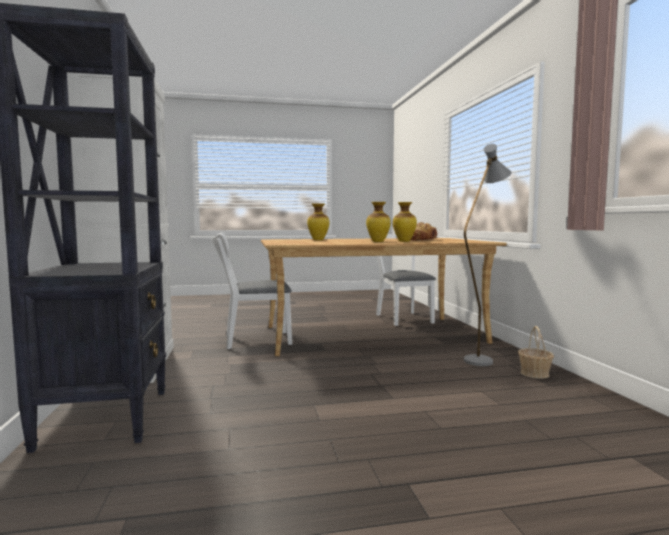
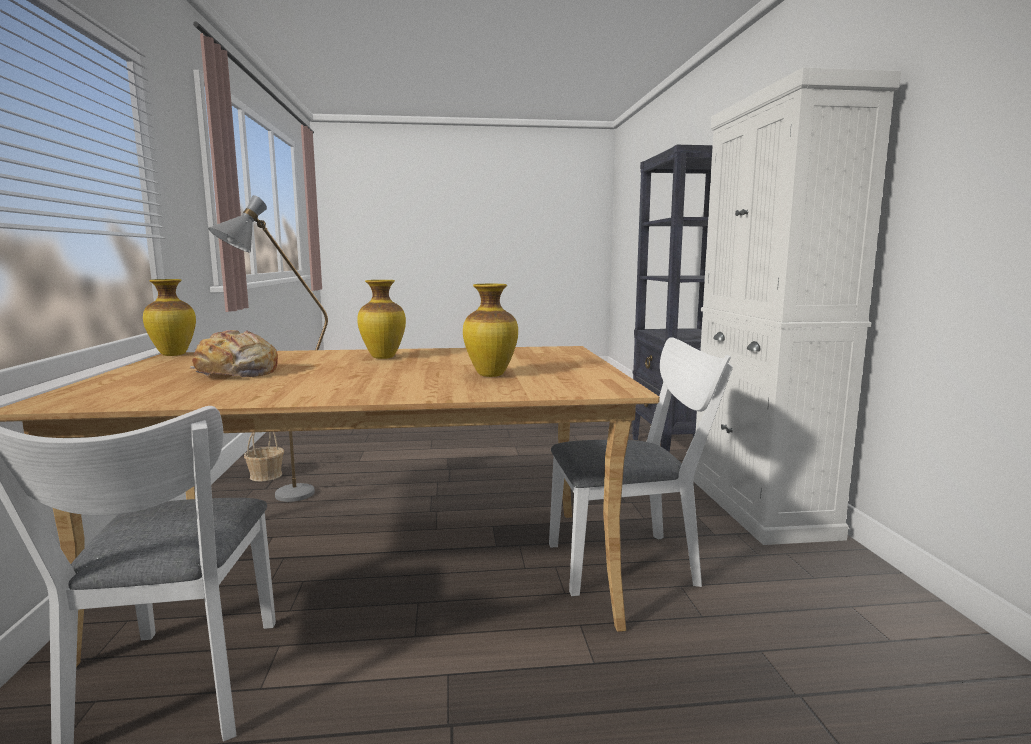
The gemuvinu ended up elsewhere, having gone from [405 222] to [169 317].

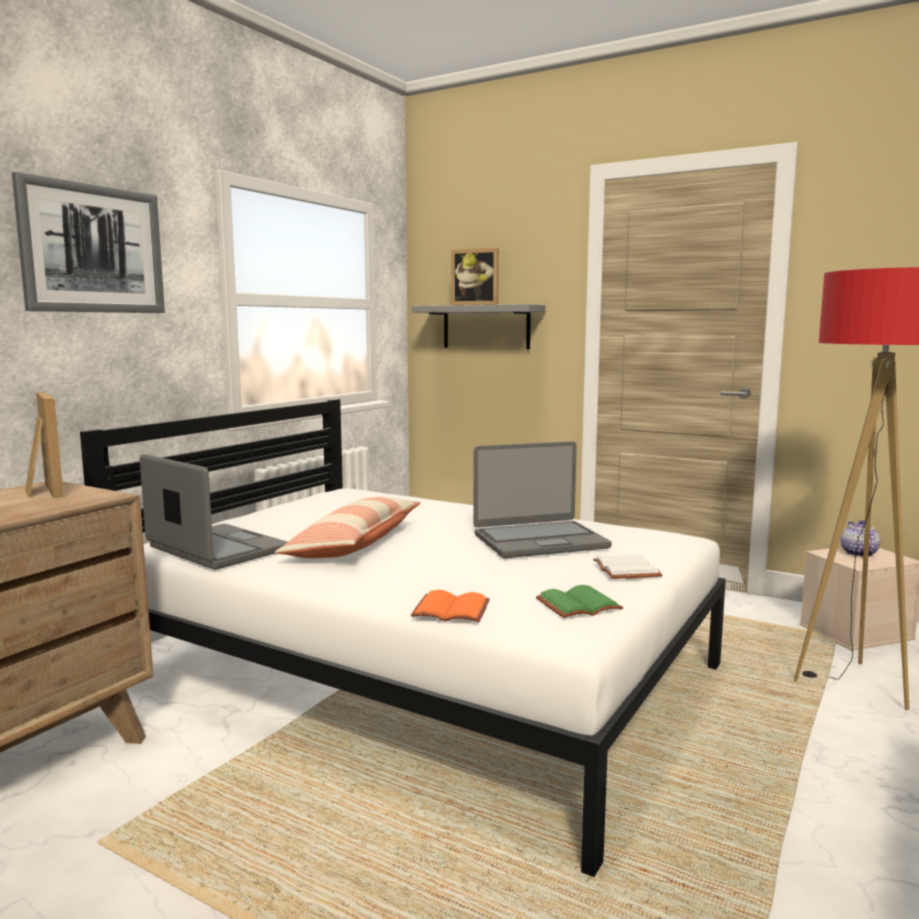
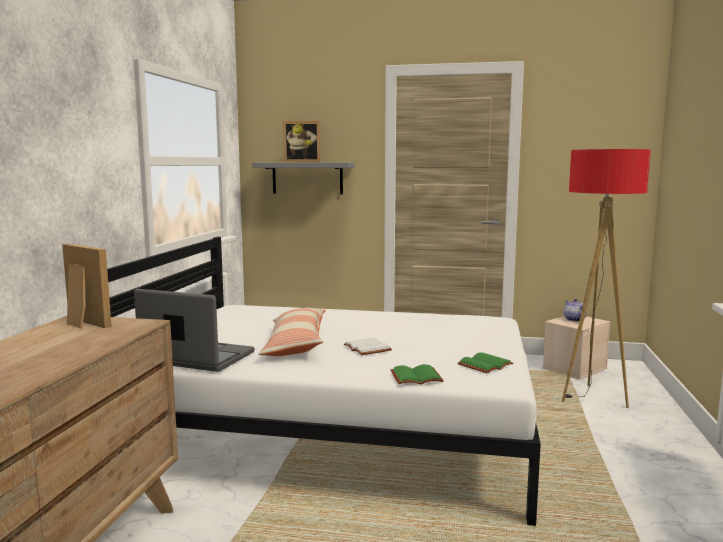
The second view lost the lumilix at [88 242]. The second view lost the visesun at [542 499]. The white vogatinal ended up elsewhere, having gone from [627 567] to [368 346]. What was the orange vogatinal at [450 606] turned into the green vogatinal at [417 374].

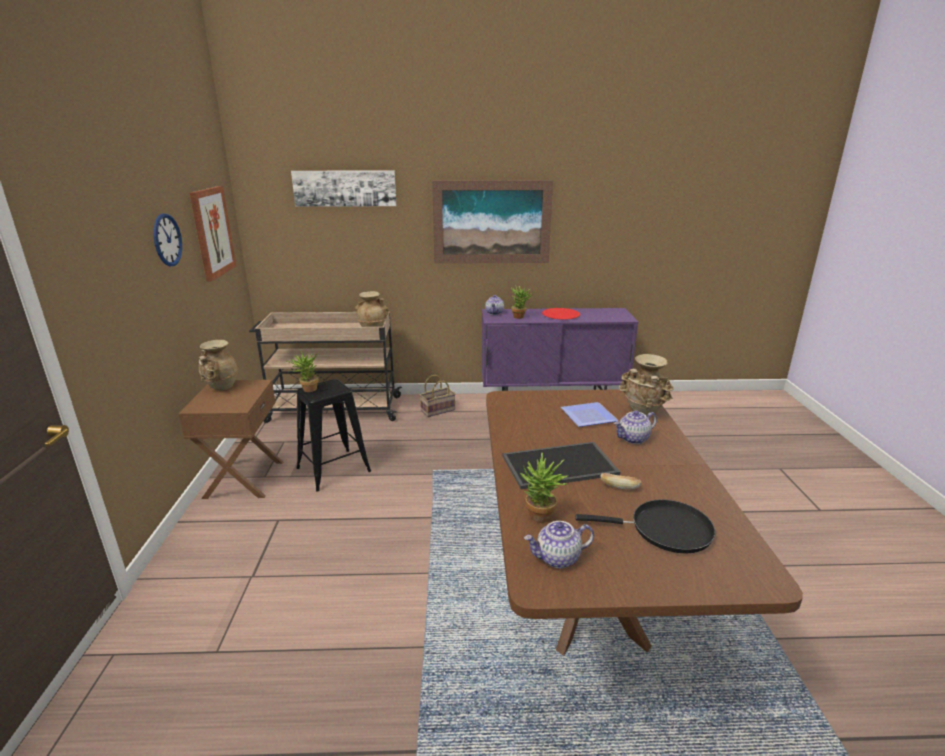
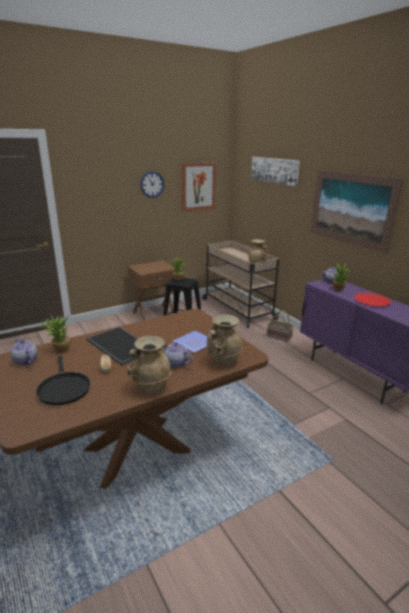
The beige gemuvinu ended up elsewhere, having gone from [218 365] to [149 364].

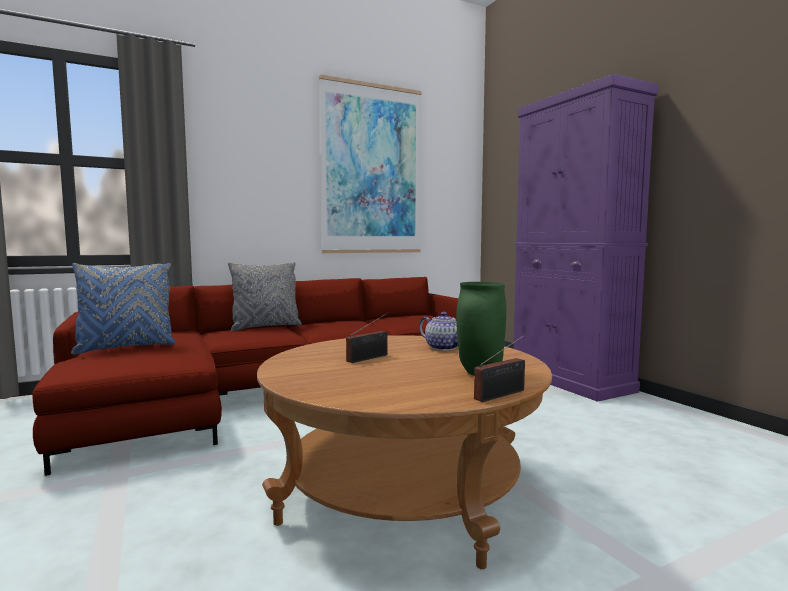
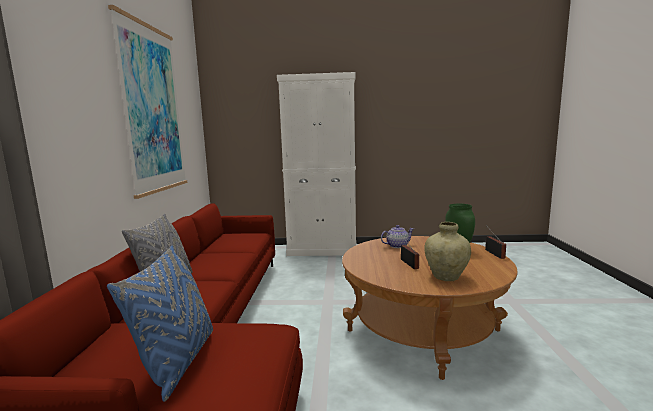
What was the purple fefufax at [585 238] turned into the white fefufax at [317 164]. The second view gained the beige gemuvinu at [447 251].

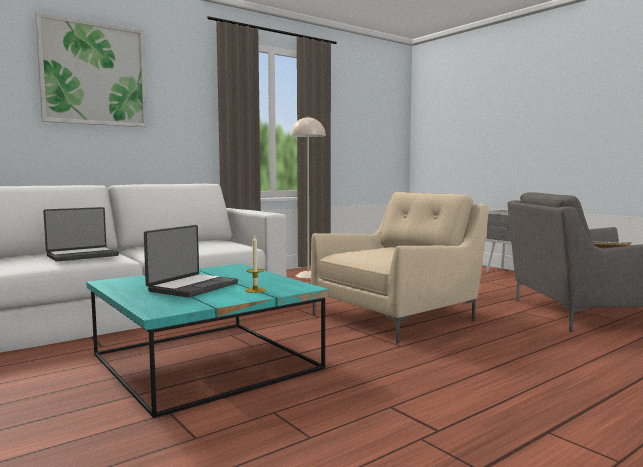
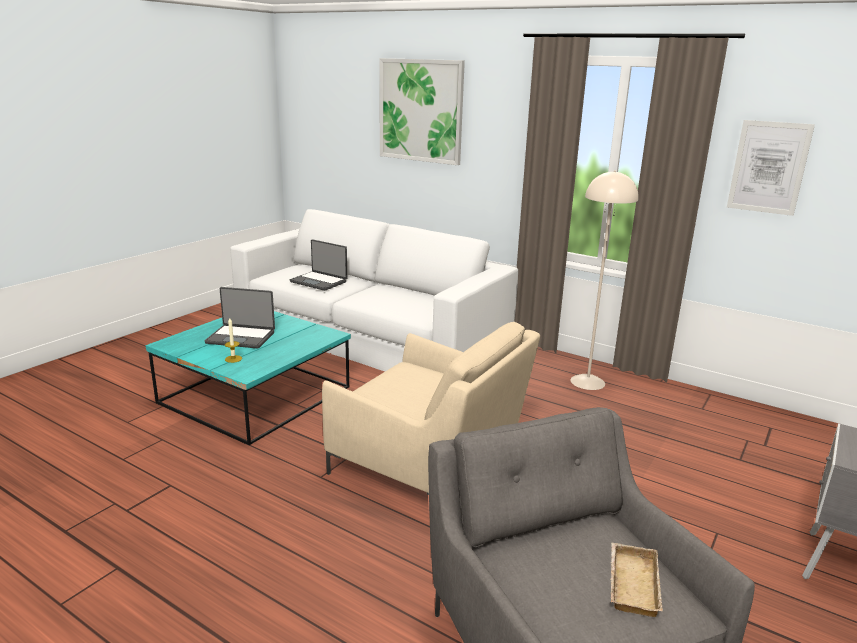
The second view gained the lumilix at [771 168].

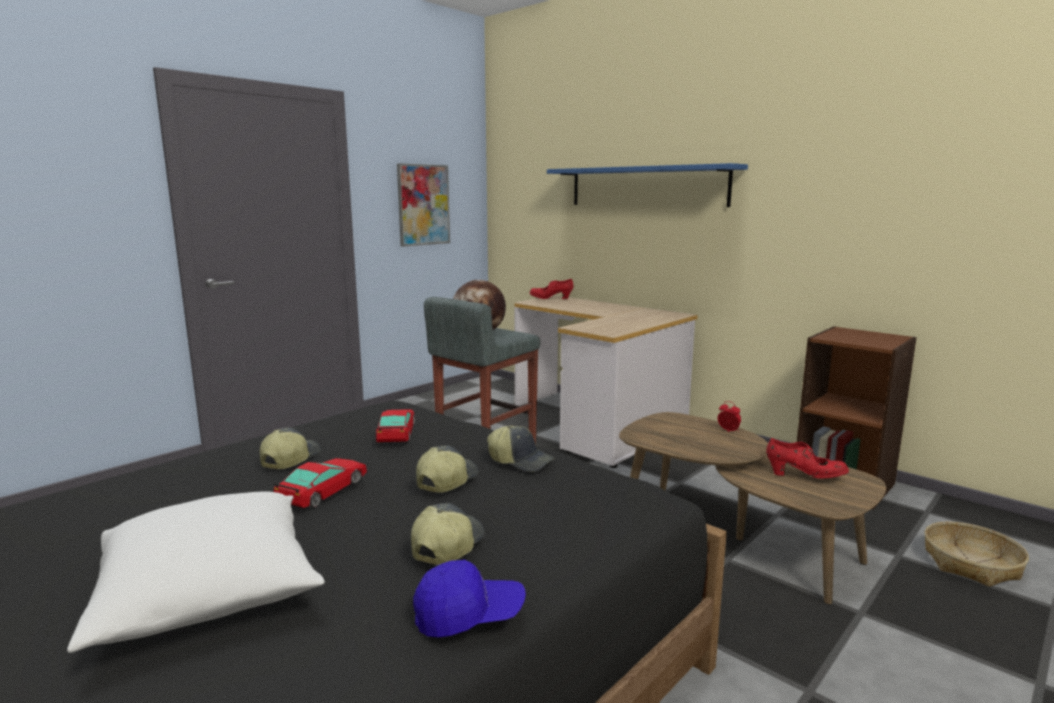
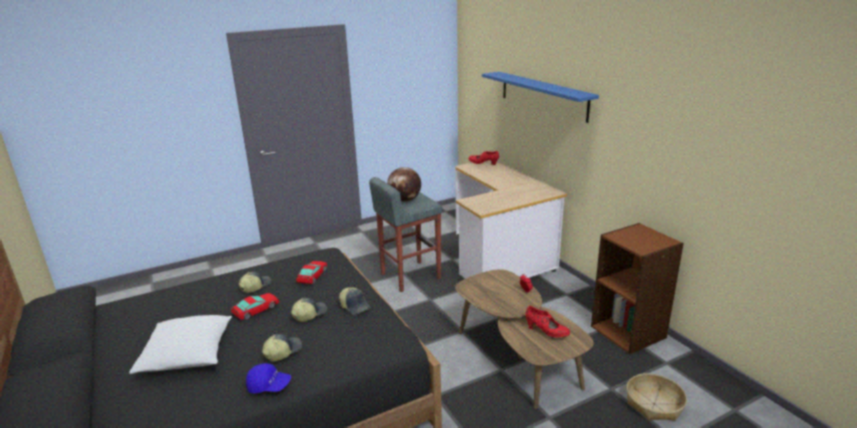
The second view lost the lumilix at [423 205].

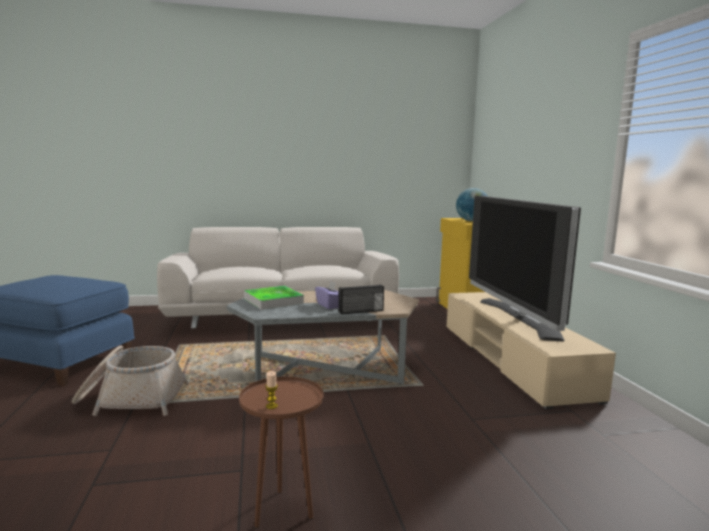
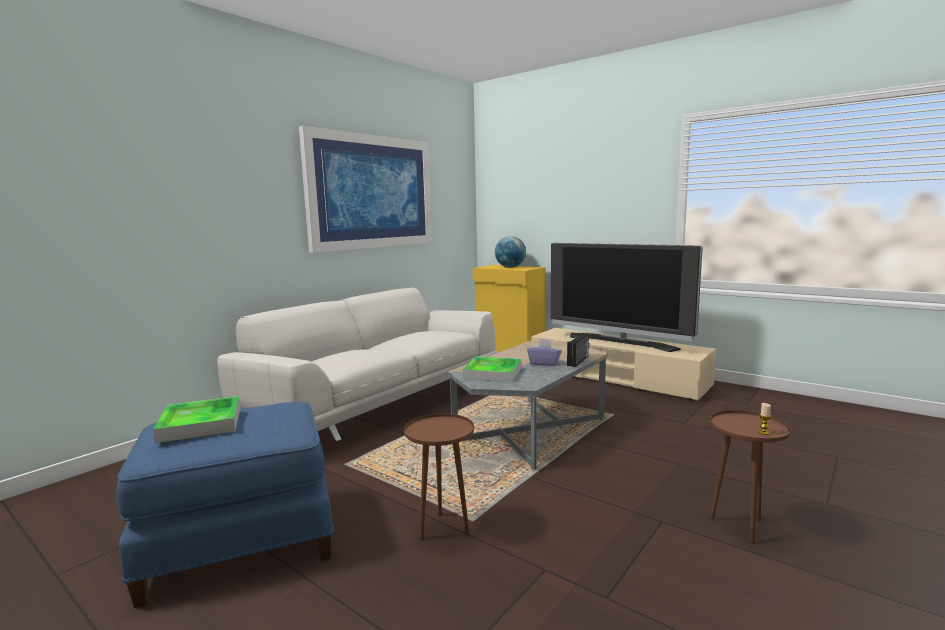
Where the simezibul stood at [130 380], the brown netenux came to stand at [439 477]. The second view gained the lumilix at [365 189]. The second view gained the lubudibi at [196 419].

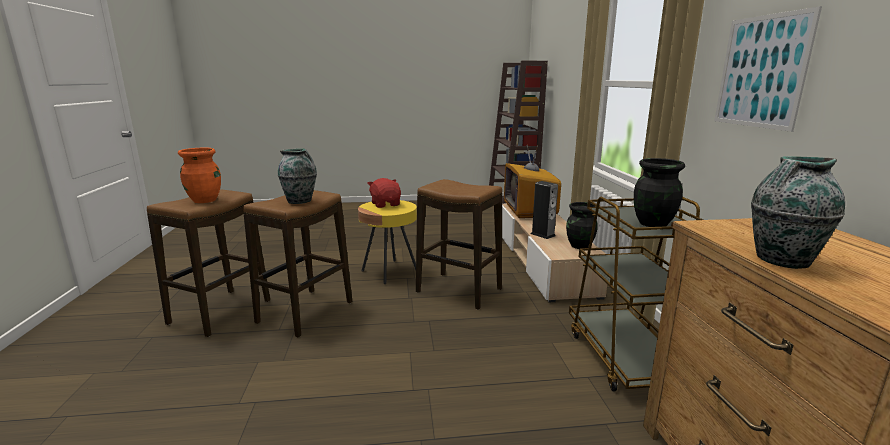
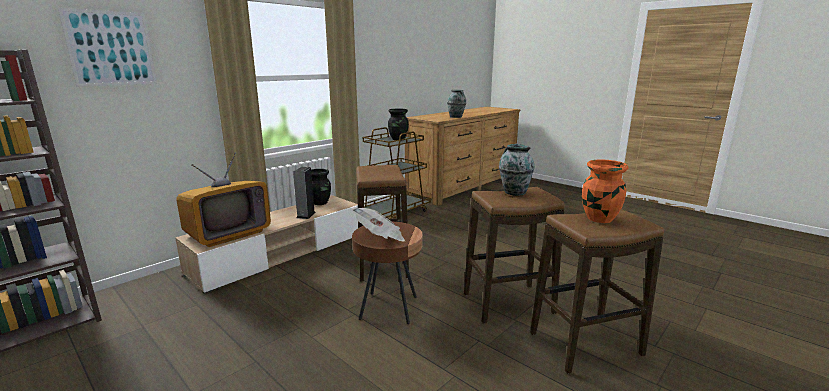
The lumilix ended up elsewhere, having gone from [768 69] to [107 47]. Where the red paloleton stood at [384 193], the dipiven came to stand at [378 225]. What was the yellow netenux at [387 242] turned into the brown netenux at [387 273].

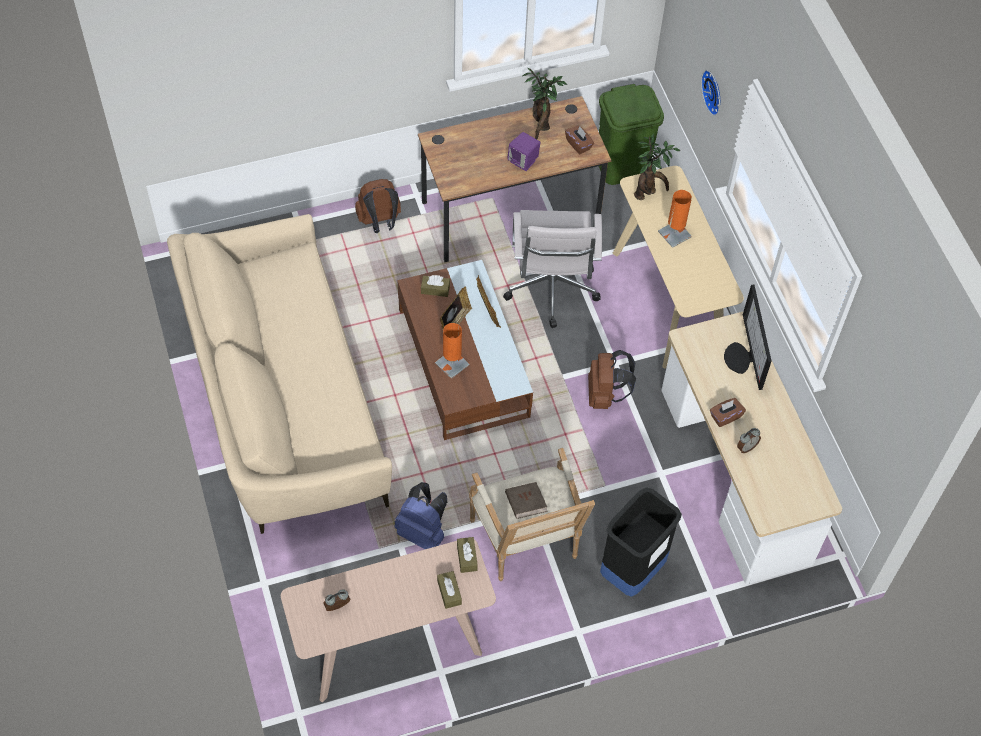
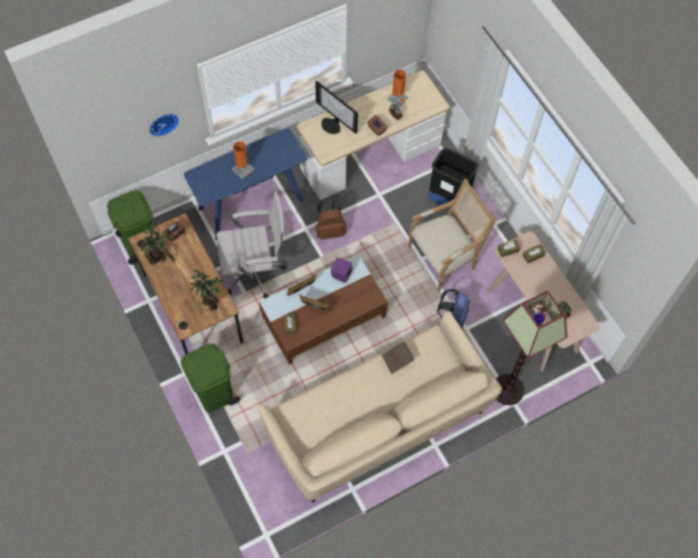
The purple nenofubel ended up elsewhere, having gone from [523 151] to [342 270]. The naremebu ended up elsewhere, having gone from [657 167] to [207 290]. What was the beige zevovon at [678 267] turned into the blue zevovon at [245 184]. Where the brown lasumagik stood at [378 206], the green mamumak came to stand at [210 377]. The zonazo at [747 337] ended up facing another way, 60 degrees clockwise from before. The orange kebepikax ended up elsewhere, having gone from [452 351] to [398 89]. The brown vogatinal ended up elsewhere, having gone from [526 500] to [398 357]. The second view gained the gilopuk at [532 347].

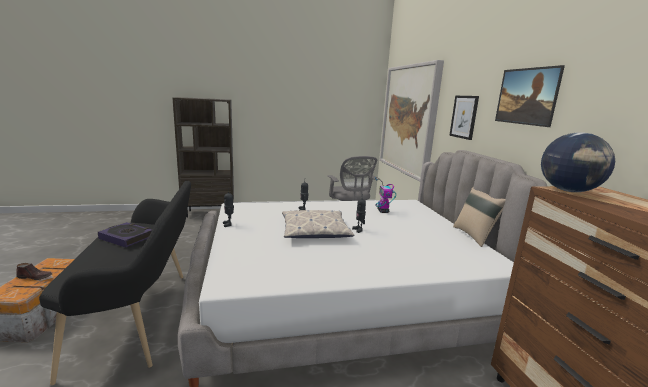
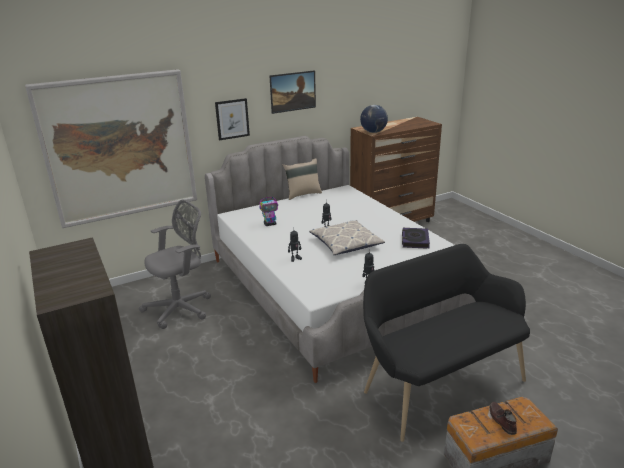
The vogatinal ended up elsewhere, having gone from [125 235] to [416 238].

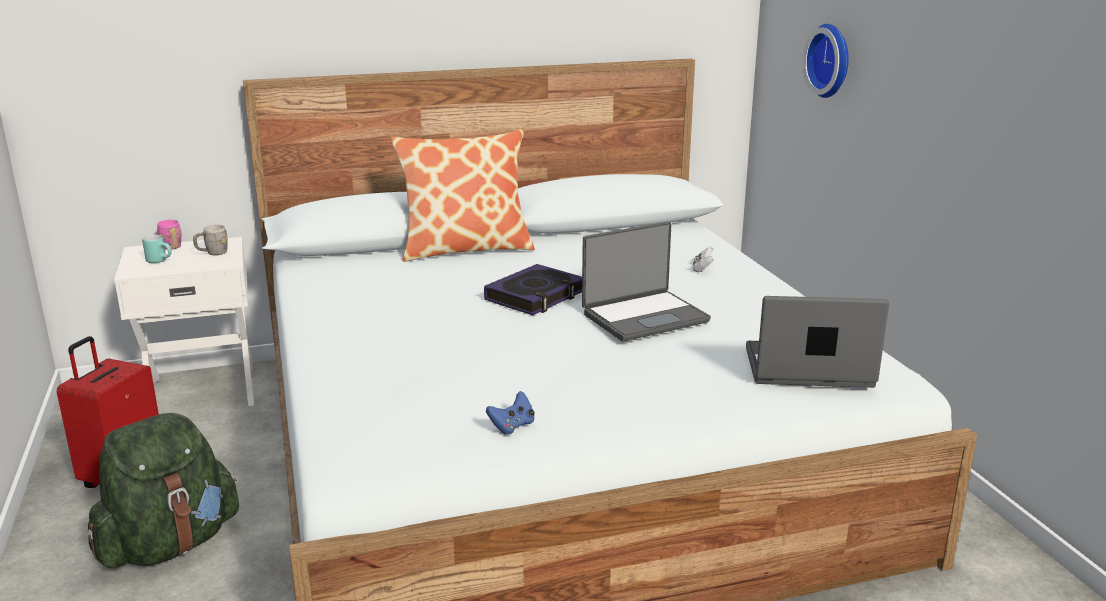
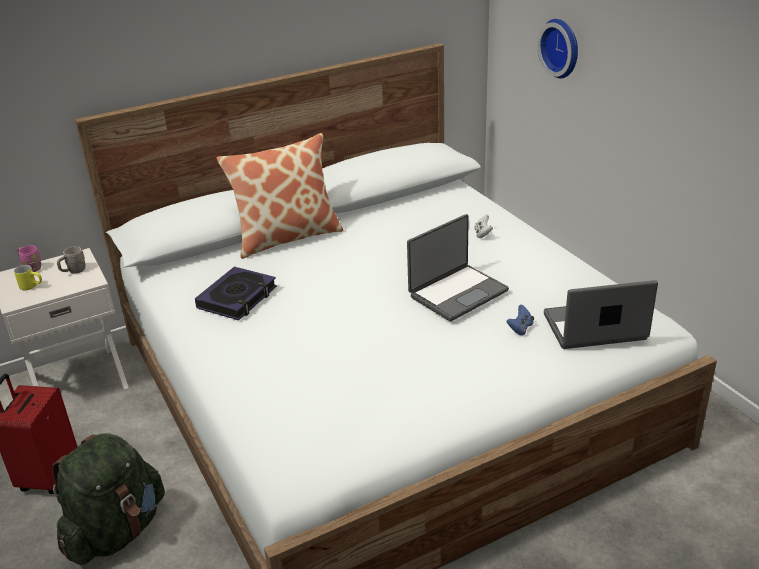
What was the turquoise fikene at [157 249] turned into the yellow fikene at [28 277]. The vogatinal ended up elsewhere, having gone from [533 289] to [236 293]. The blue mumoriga ended up elsewhere, having gone from [510 413] to [520 320].

